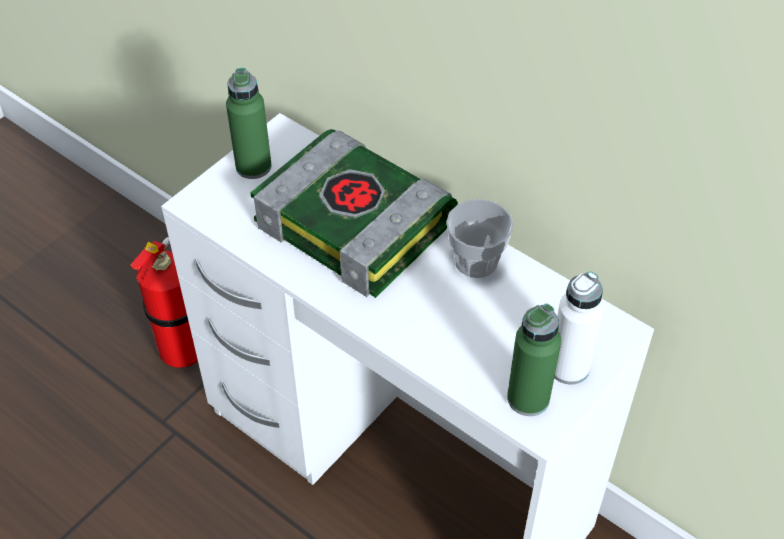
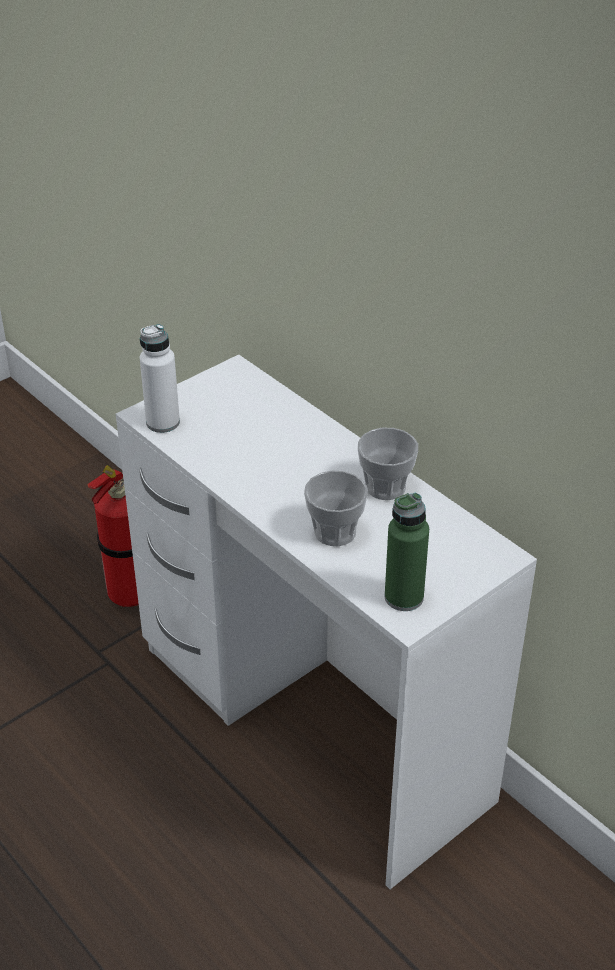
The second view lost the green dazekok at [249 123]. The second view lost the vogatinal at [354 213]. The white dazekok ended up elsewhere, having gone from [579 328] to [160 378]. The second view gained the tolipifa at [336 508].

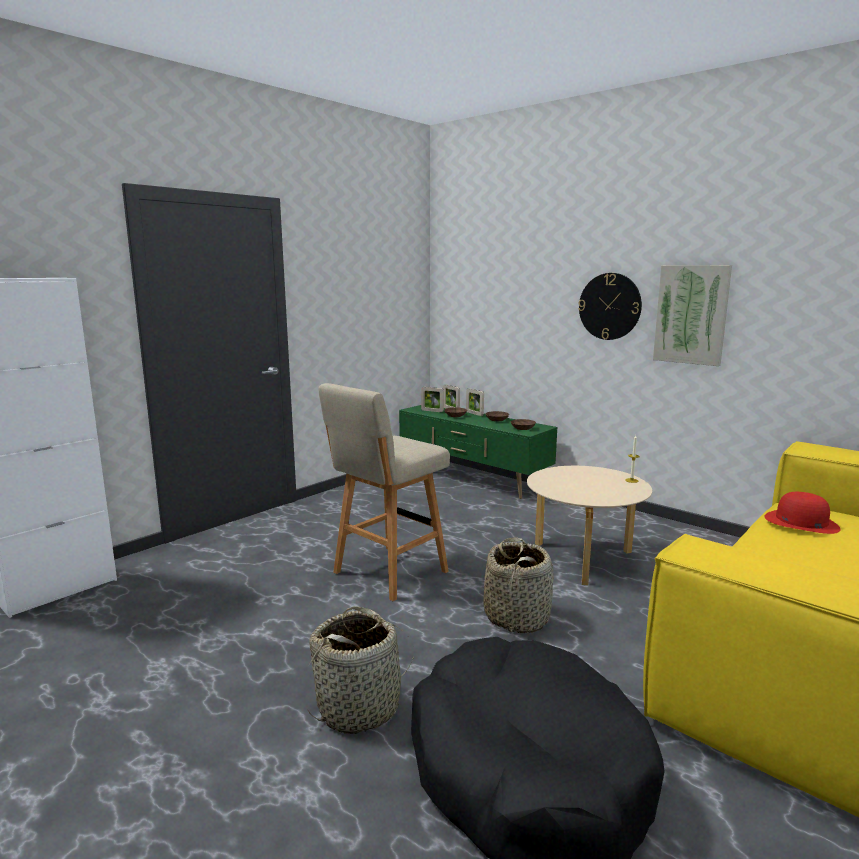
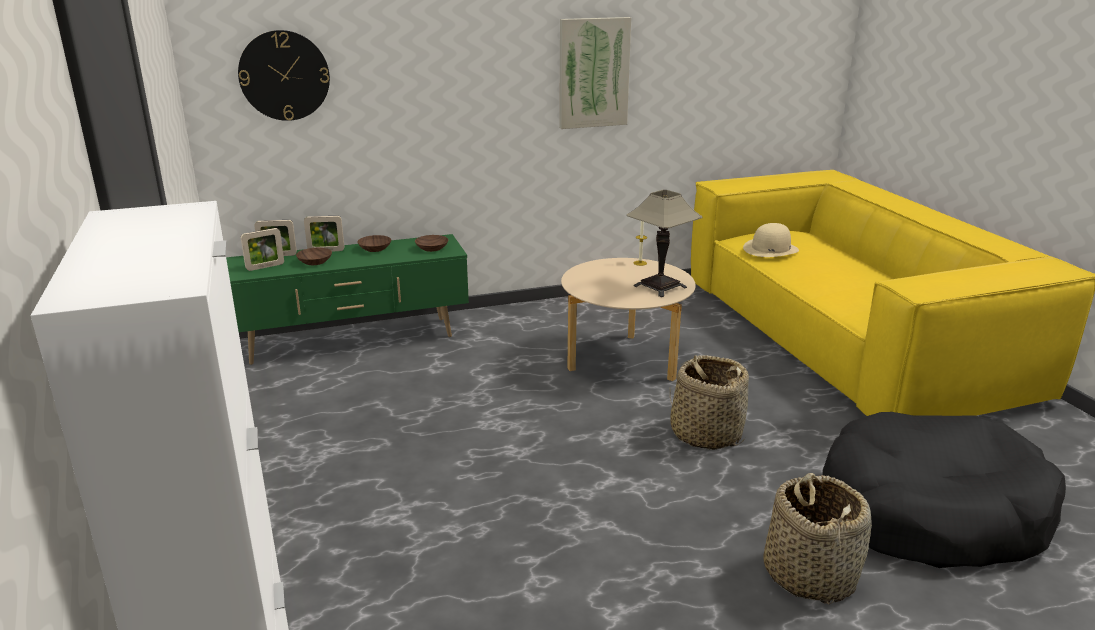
The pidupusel ended up elsewhere, having gone from [610 306] to [284 75]. The second view lost the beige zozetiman at [384 492]. What was the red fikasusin at [803 513] turned into the beige fikasusin at [771 240]. The second view gained the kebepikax at [665 243].

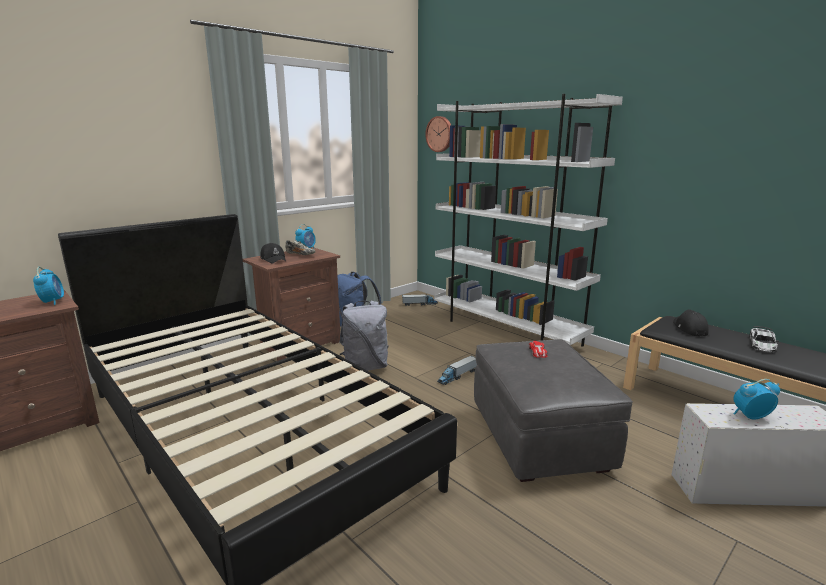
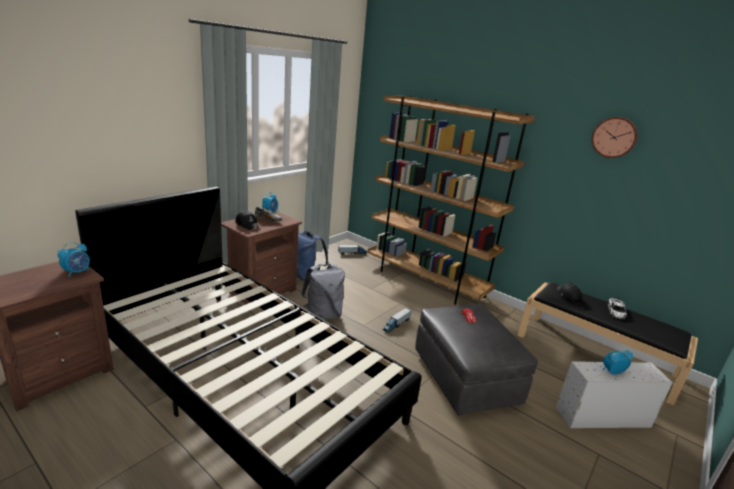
What was the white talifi at [528 220] turned into the brown talifi at [451 200]. The pidupusel ended up elsewhere, having gone from [438 134] to [615 137]. The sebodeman at [48 286] ended up facing another way, 60 degrees clockwise from before.

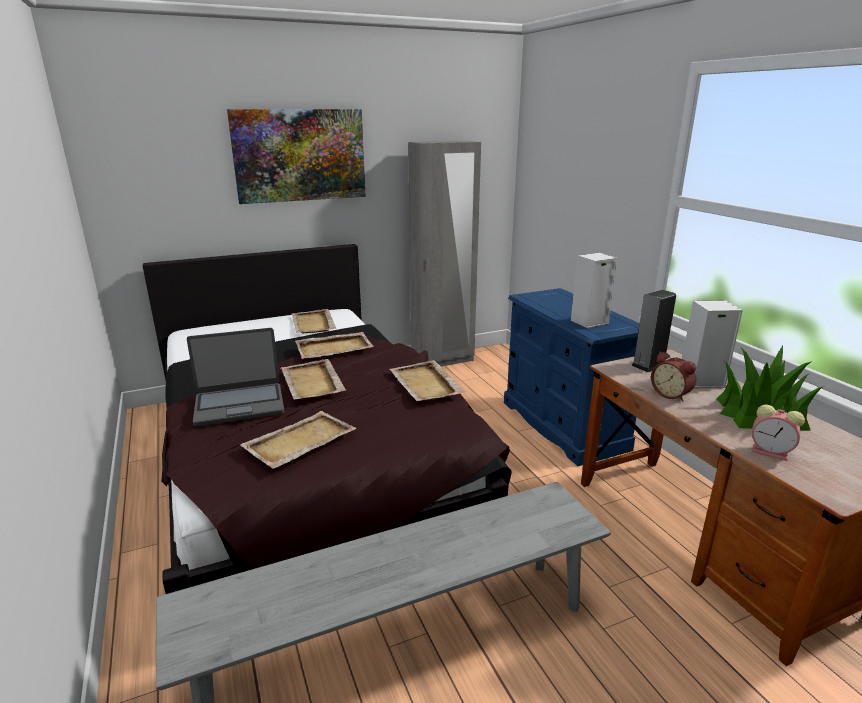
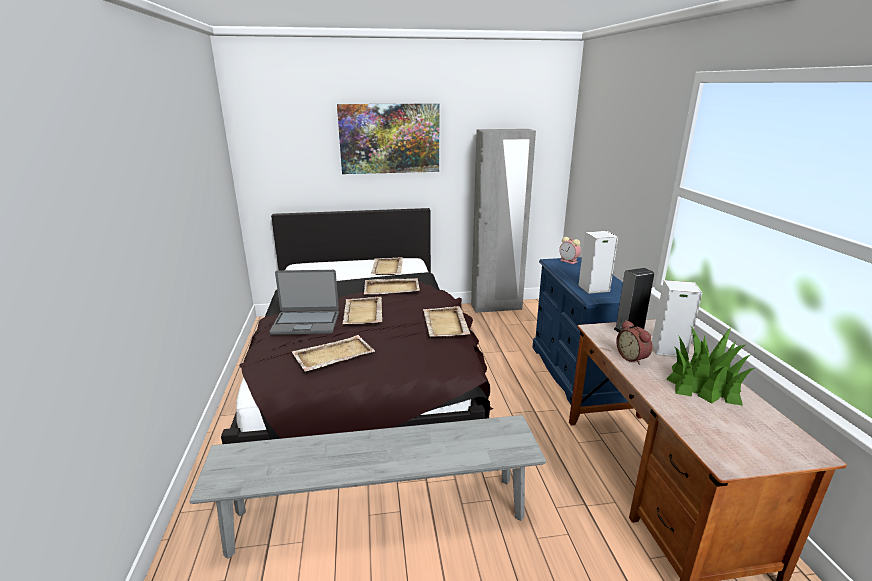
The sebodeman ended up elsewhere, having gone from [778 433] to [570 250].

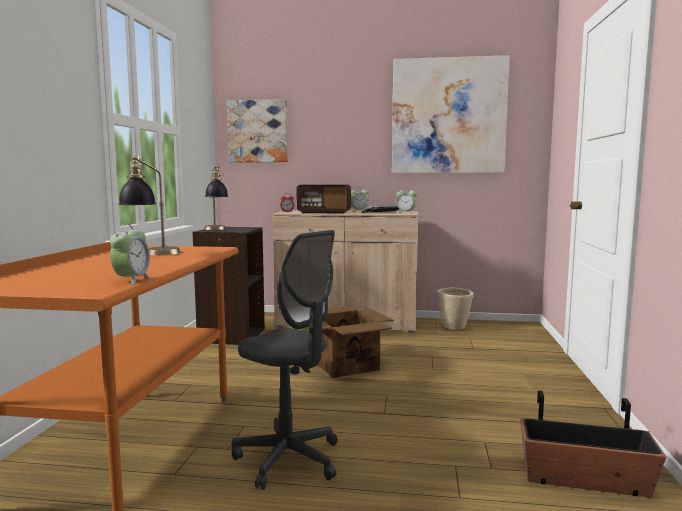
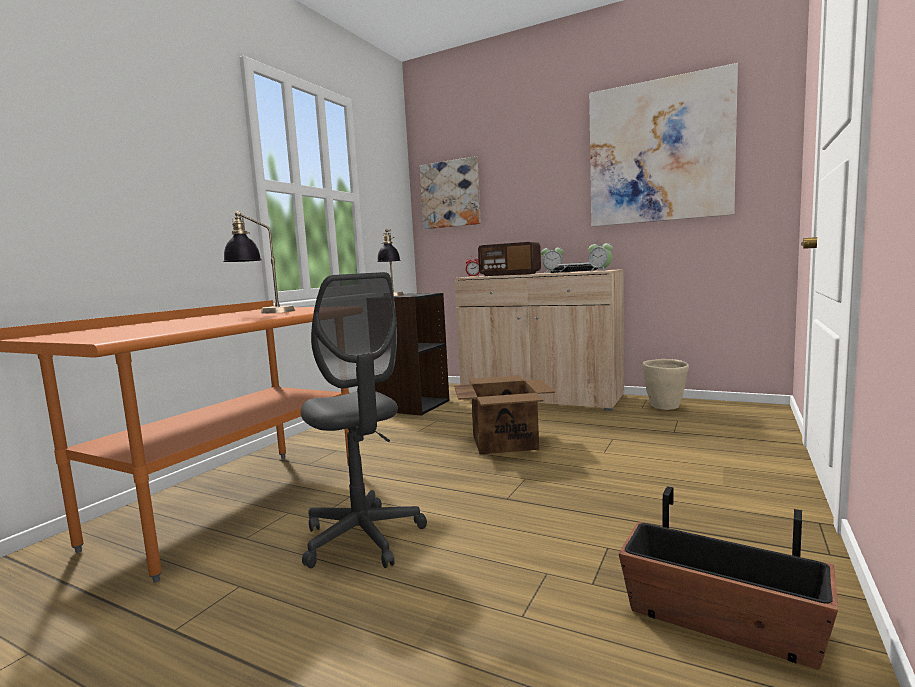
The second view lost the sebodeman at [131 254].

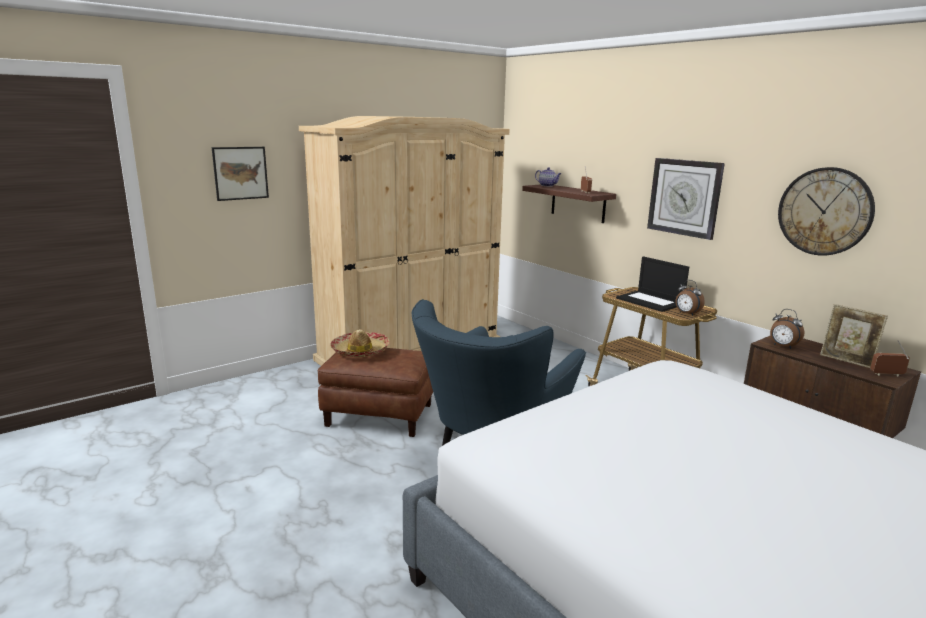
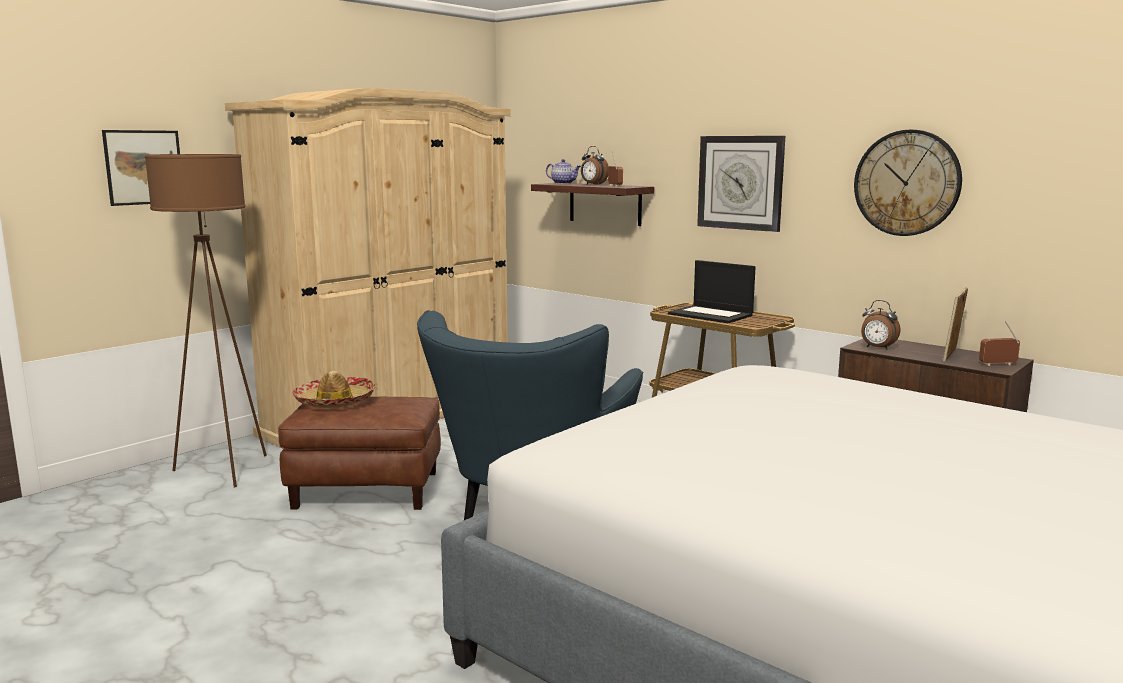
The sebodeman ended up elsewhere, having gone from [690 298] to [595 165]. The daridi at [854 336] ended up facing another way, 90 degrees clockwise from before. The second view gained the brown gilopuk at [206 320].

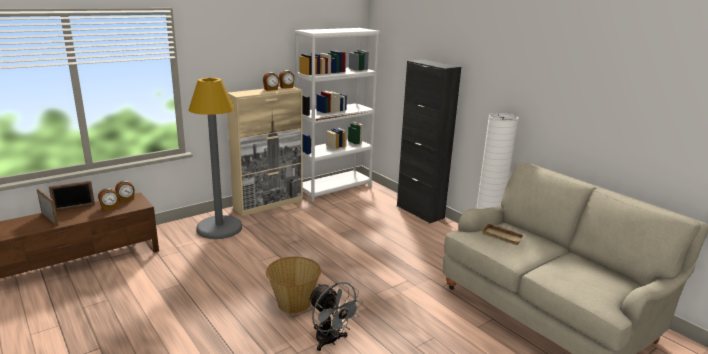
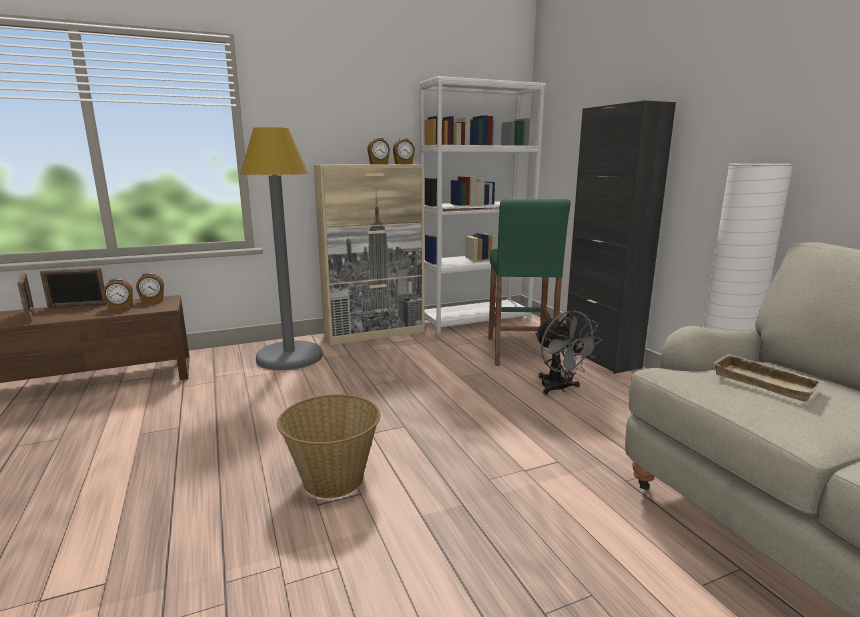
The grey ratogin ended up elsewhere, having gone from [335 316] to [568 352]. The second view gained the green zozetiman at [529 282].

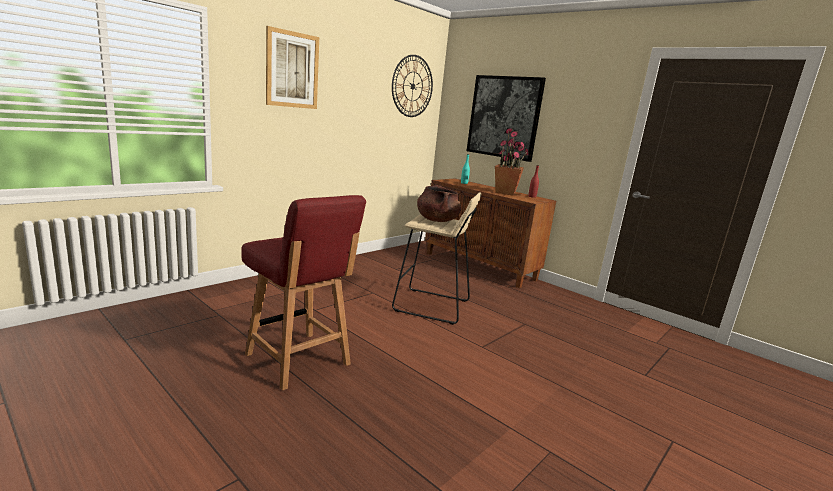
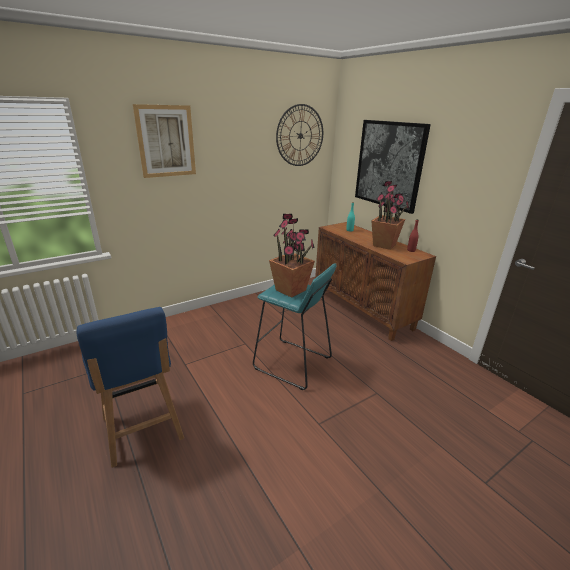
Where the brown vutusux stood at [439 203], the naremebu came to stand at [292 256]. What was the beige zozetiman at [436 258] turned into the turquoise zozetiman at [295 326]. What was the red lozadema at [303 292] turned into the blue lozadema at [130 387].

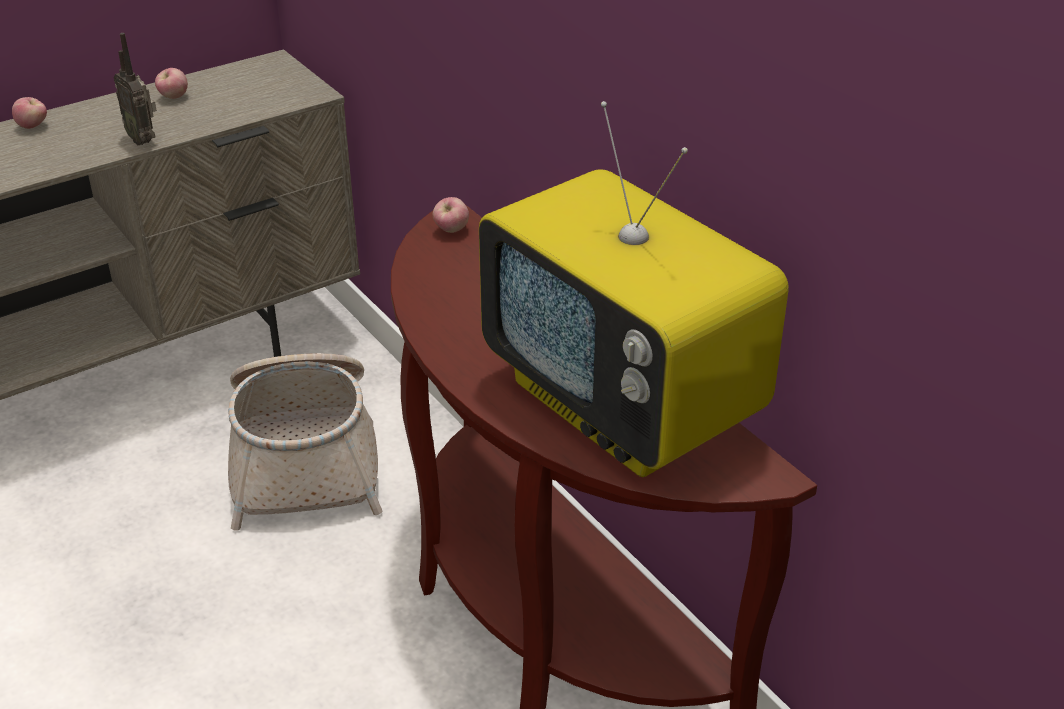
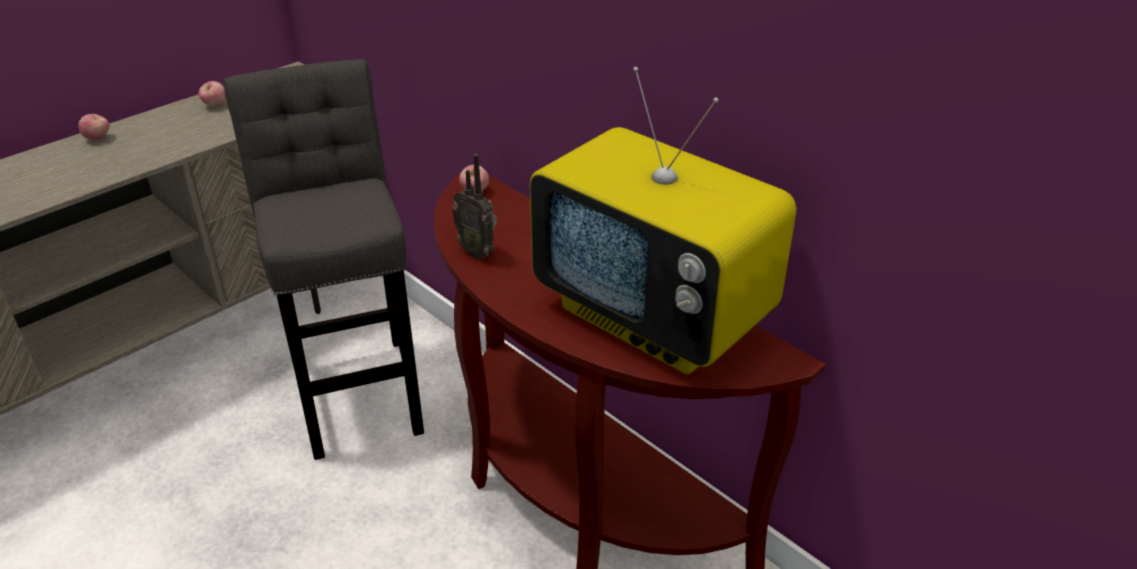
The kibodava ended up elsewhere, having gone from [135 89] to [474 206]. Where the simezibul stood at [305 442], the grey zozetiman came to stand at [324 259].

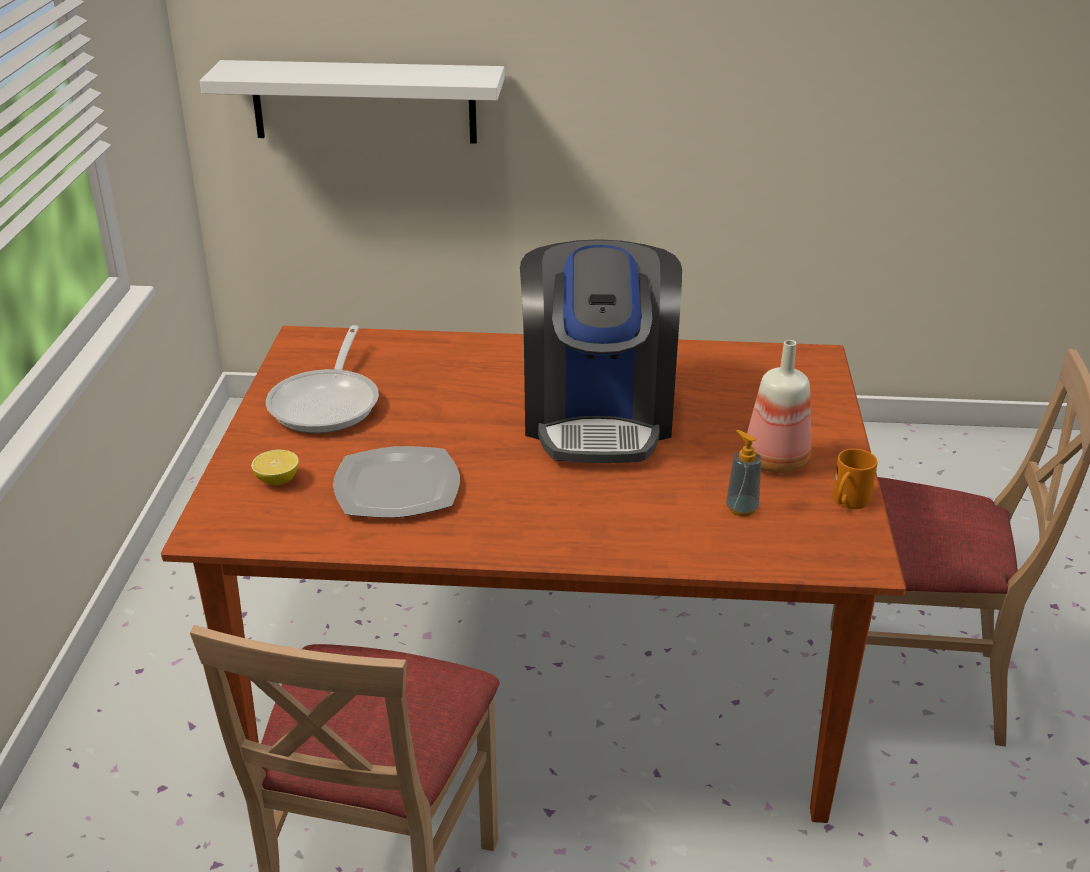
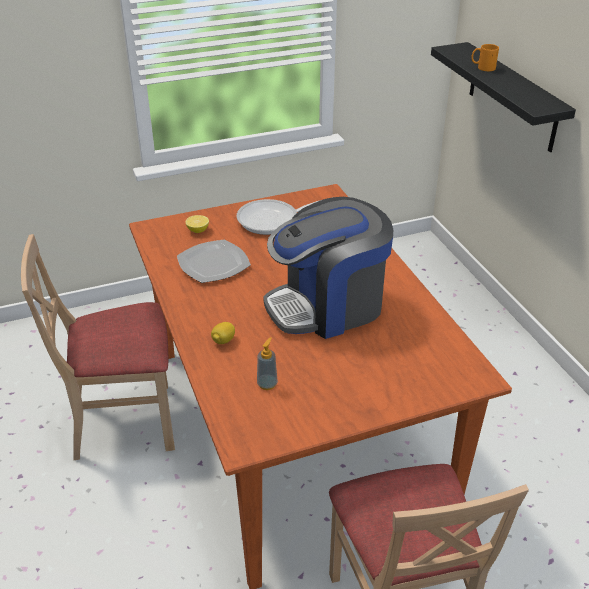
What was the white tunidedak at [352 102] turned into the black tunidedak at [503 97]. The second view lost the dazekok at [778 406]. The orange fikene ended up elsewhere, having gone from [855 479] to [485 57]. The second view gained the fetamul at [223 333].

